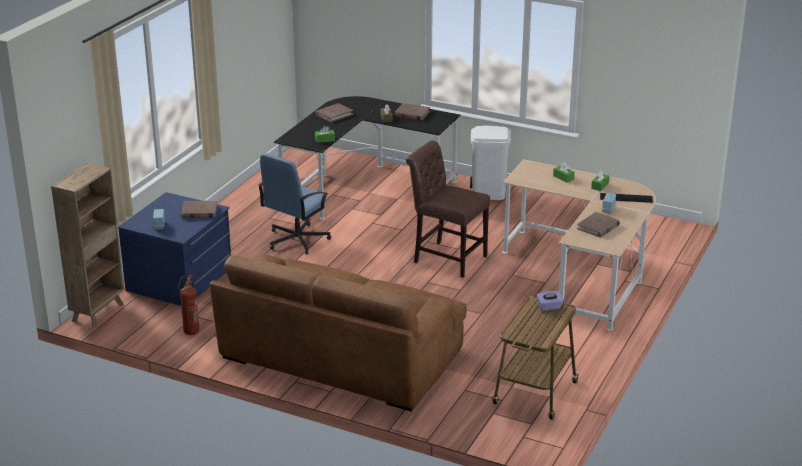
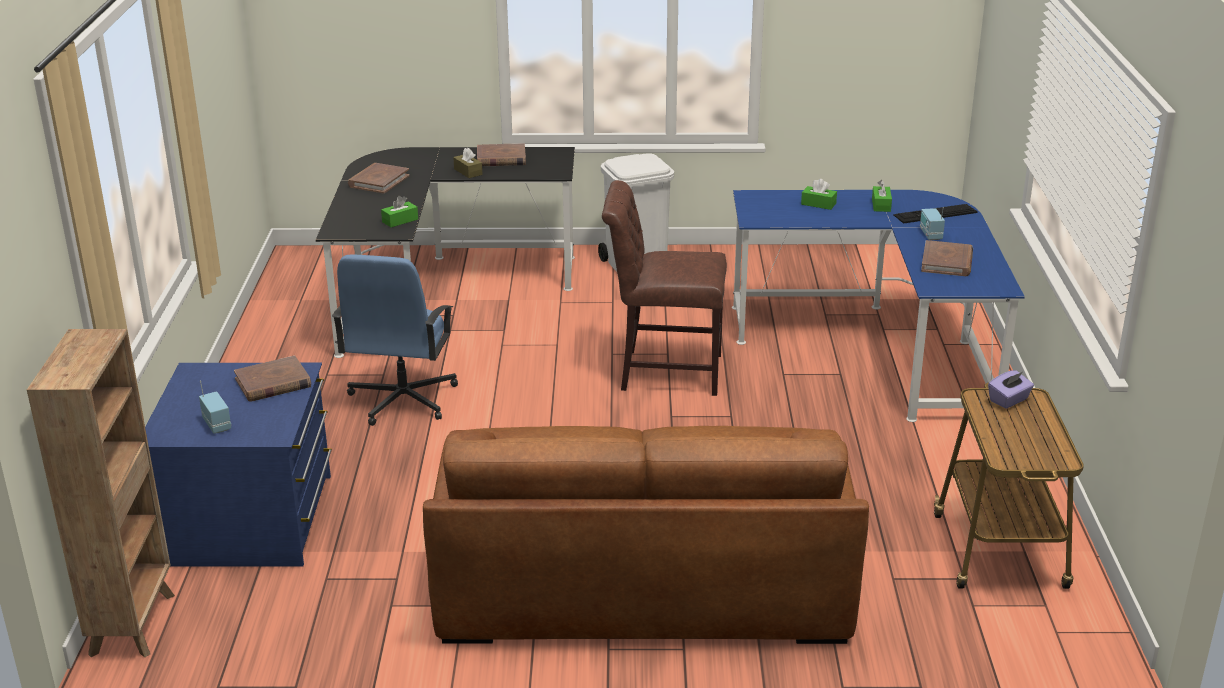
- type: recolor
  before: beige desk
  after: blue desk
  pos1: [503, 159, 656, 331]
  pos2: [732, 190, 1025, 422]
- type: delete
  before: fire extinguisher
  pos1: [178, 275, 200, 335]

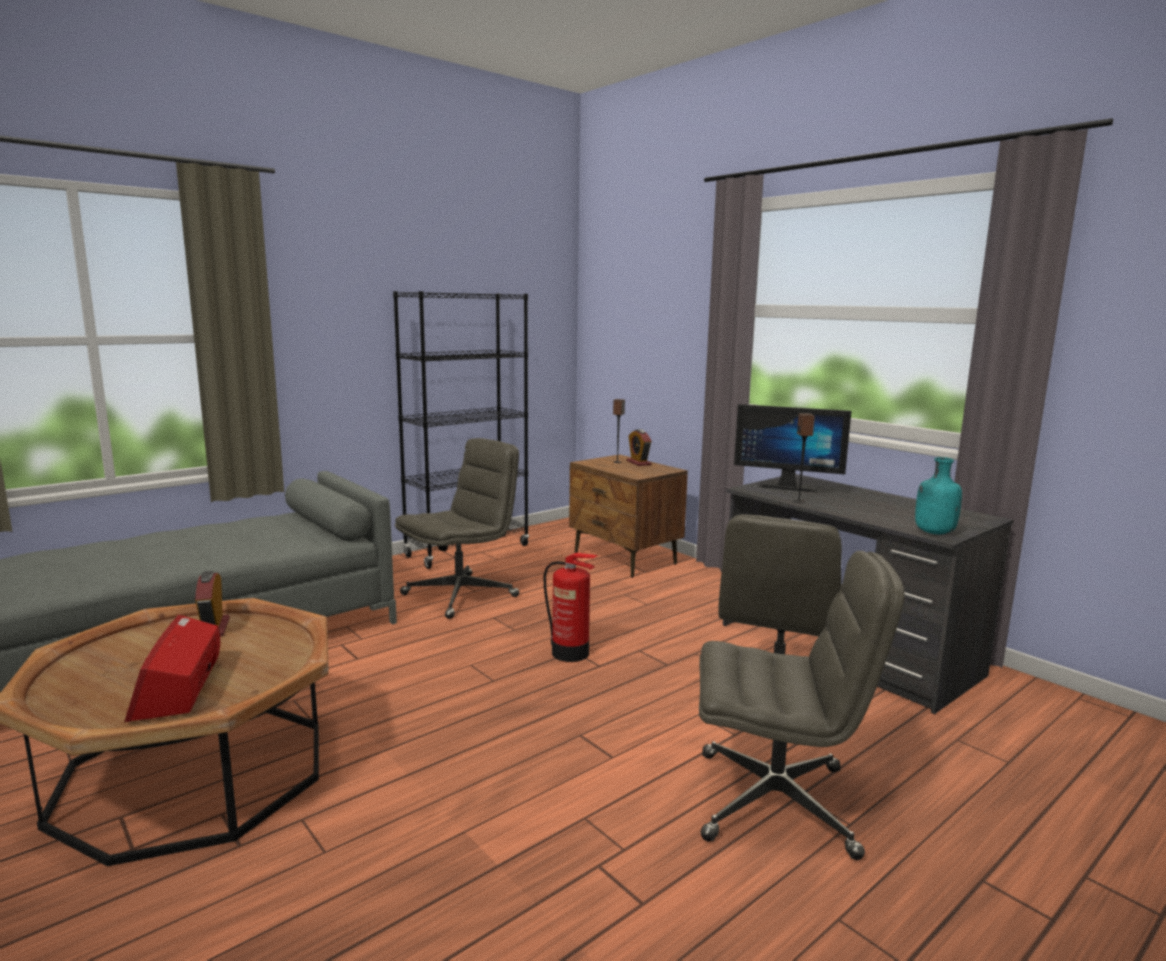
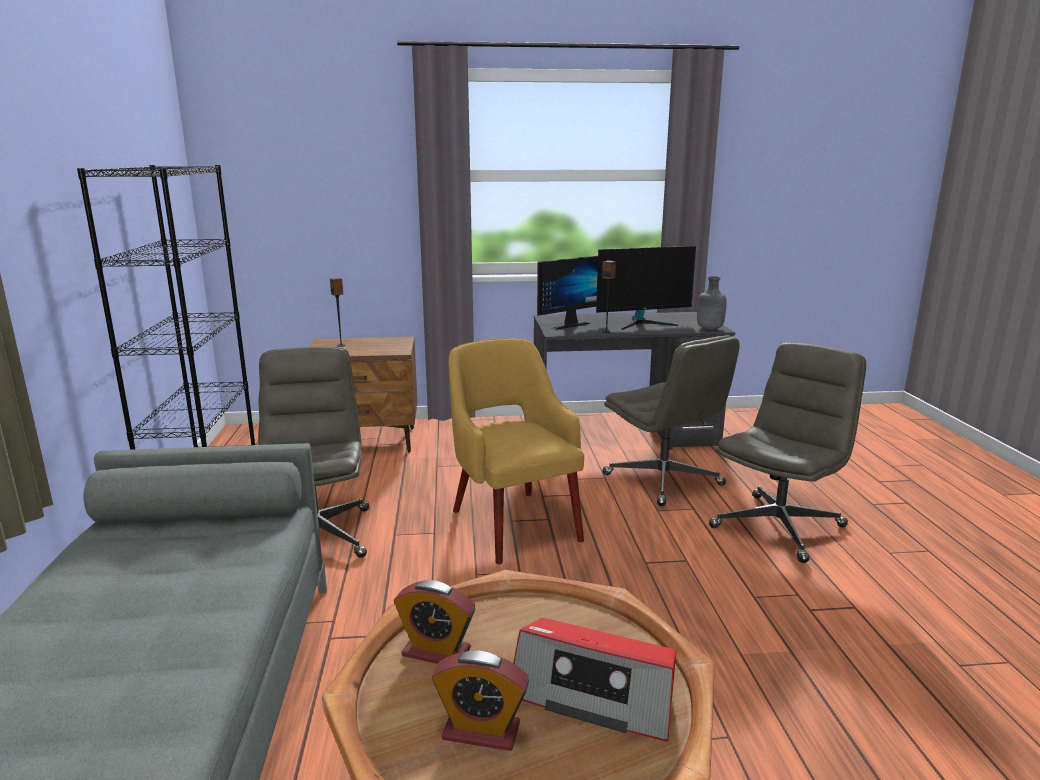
- type: move
  before: alarm clock
  pos1: [627, 429, 651, 466]
  pos2: [432, 651, 529, 751]
- type: replace
  before: fire extinguisher
  after: yellow armchair
  pos1: [544, 553, 598, 662]
  pos2: [449, 338, 584, 564]
- type: insert
  after: monitor
  pos2: [596, 246, 696, 330]
- type: recolor
  before: turquoise bottle
  after: grey bottle
  pos1: [915, 457, 962, 534]
  pos2: [697, 276, 726, 330]

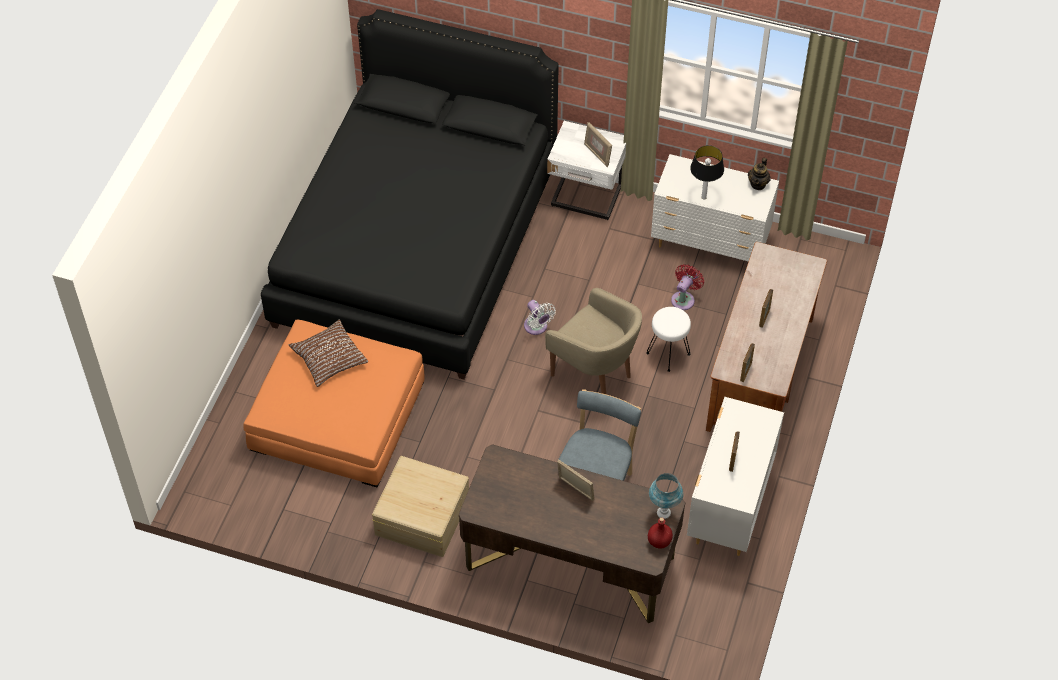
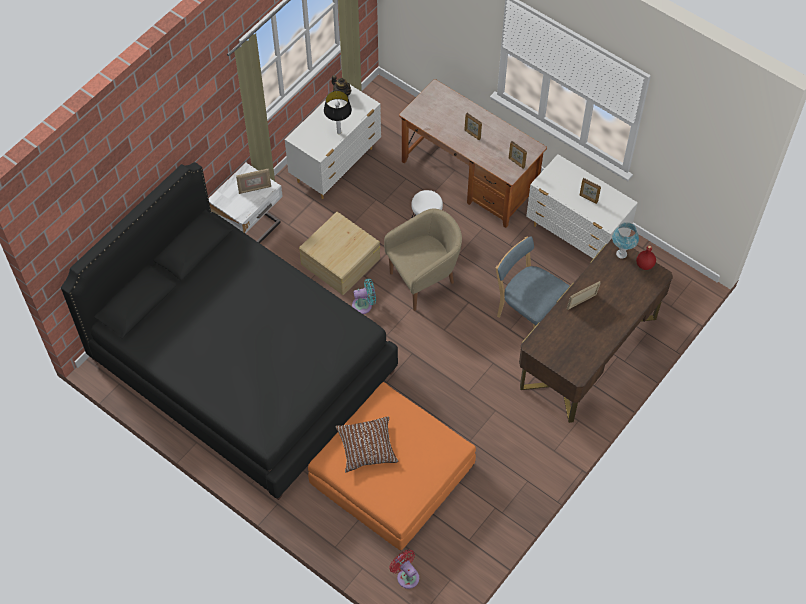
- type: move
  before: beige storage box
  pos1: [372, 456, 469, 557]
  pos2: [299, 212, 380, 295]
- type: recolor
  before: white fan
  after: turquoise fan
  pos1: [524, 300, 556, 335]
  pos2: [352, 279, 376, 314]
- type: move
  before: red fan
  pos1: [671, 264, 704, 310]
  pos2: [389, 550, 419, 589]

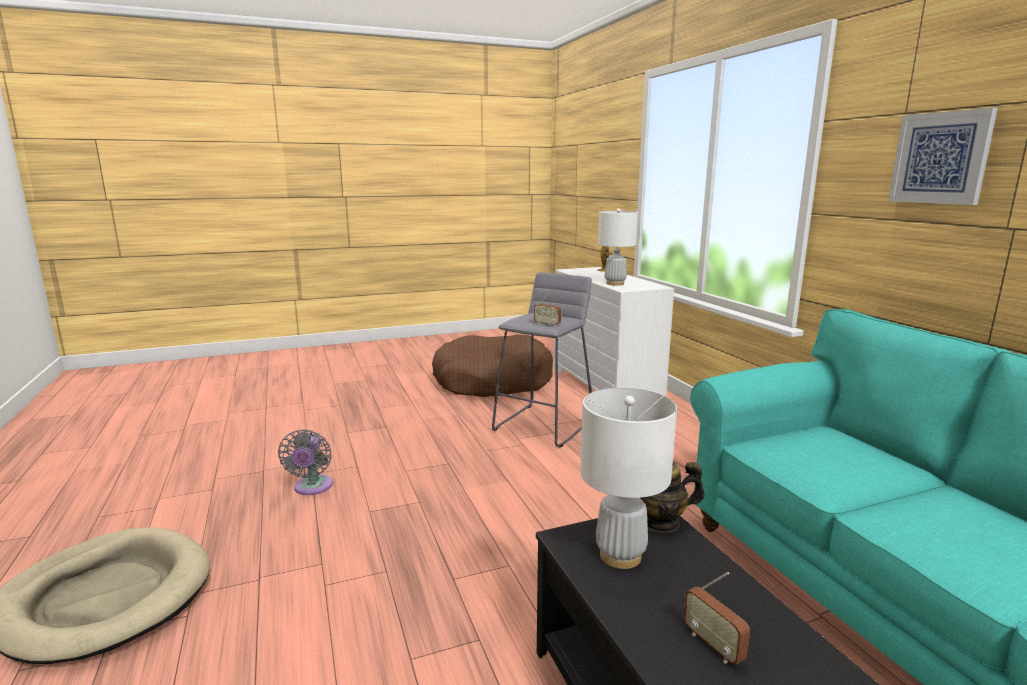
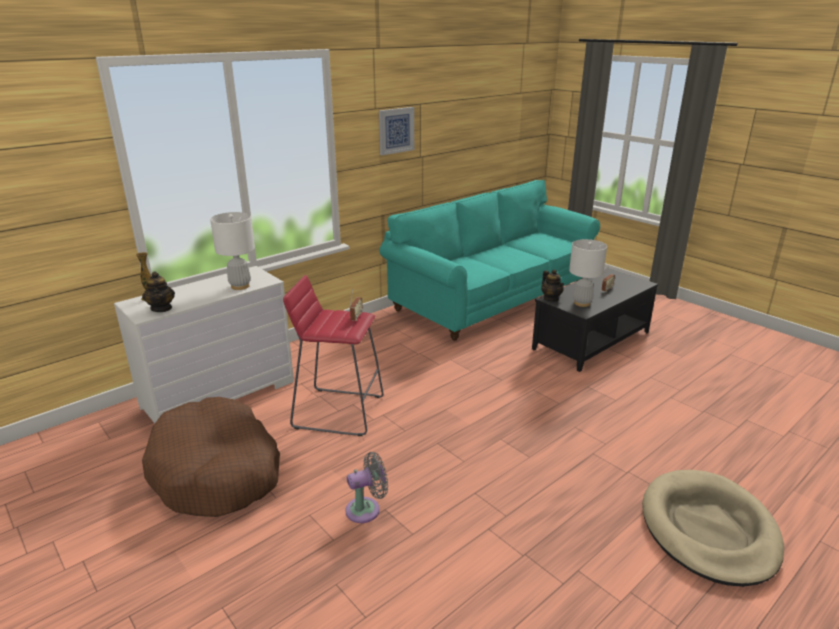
- type: insert
  after: teapot
  pos2: [142, 271, 175, 312]
- type: recolor
  before: grey stool
  after: red stool
  pos1: [492, 273, 592, 448]
  pos2: [283, 275, 384, 436]
- type: move
  before: grey fan
  pos1: [278, 429, 333, 495]
  pos2: [345, 452, 388, 523]

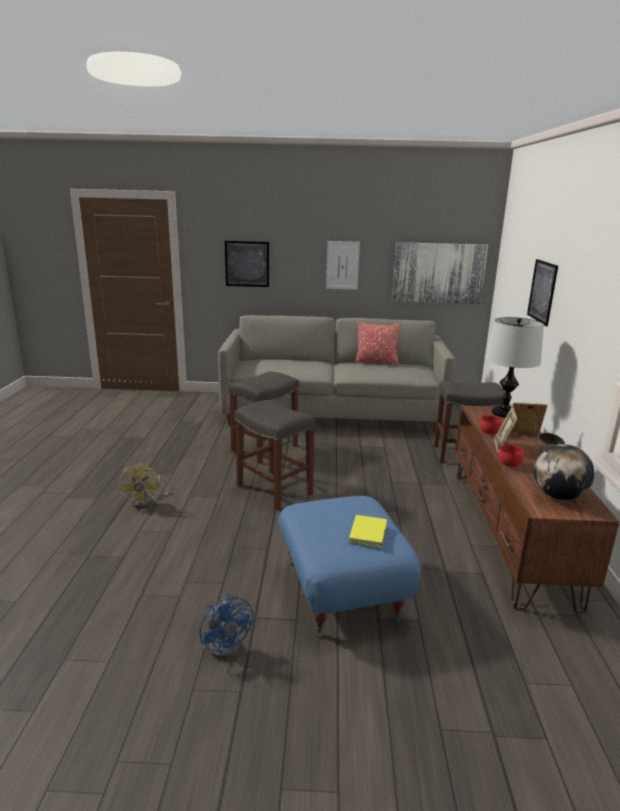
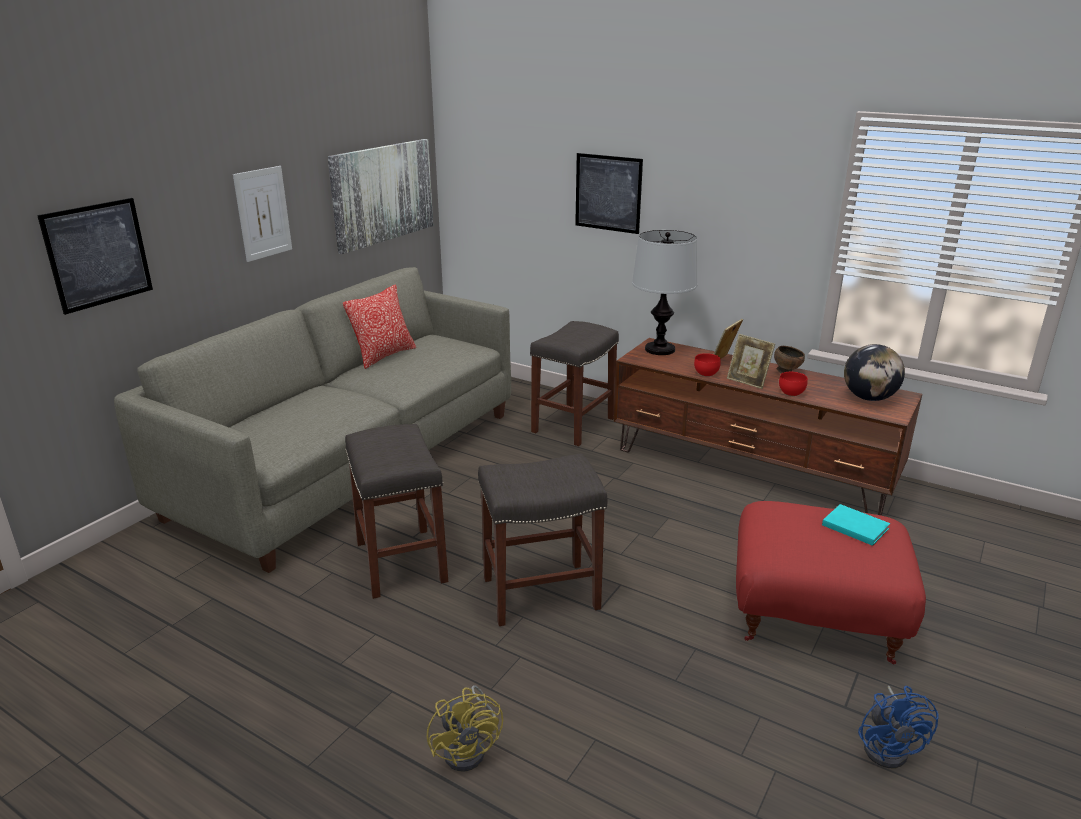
- type: rotate
  before: yellow fan
  pos1: [119, 463, 168, 508]
  pos2: [427, 685, 503, 772]
  turn: 45
- type: recolor
  before: blue ottoman
  after: red ottoman
  pos1: [279, 496, 421, 637]
  pos2: [736, 501, 926, 664]
- type: recolor
  before: yellow book
  after: turquoise book
  pos1: [349, 515, 387, 547]
  pos2: [822, 504, 890, 546]
- type: rotate
  before: blue fan
  pos1: [200, 594, 253, 659]
  pos2: [858, 686, 939, 768]
  turn: 90

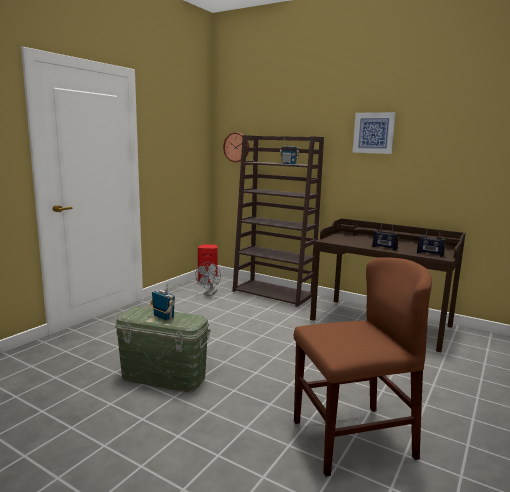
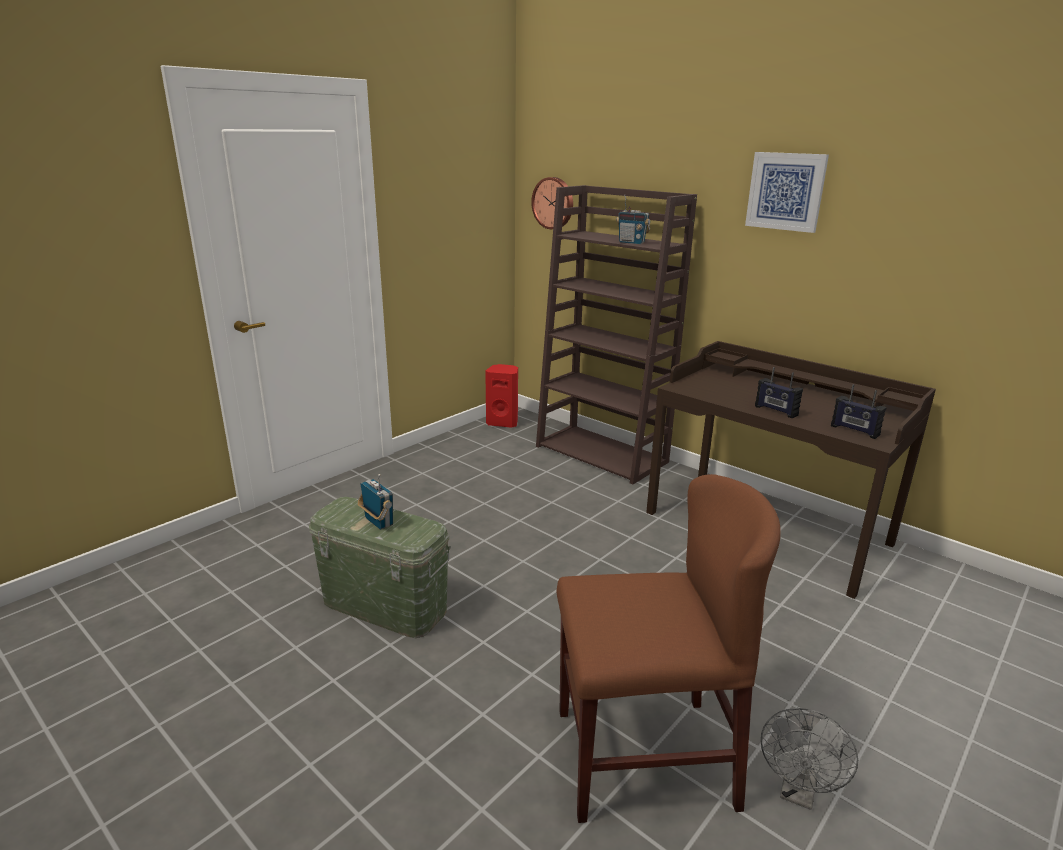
- type: move
  before: grey fan
  pos1: [195, 262, 221, 296]
  pos2: [761, 708, 858, 810]

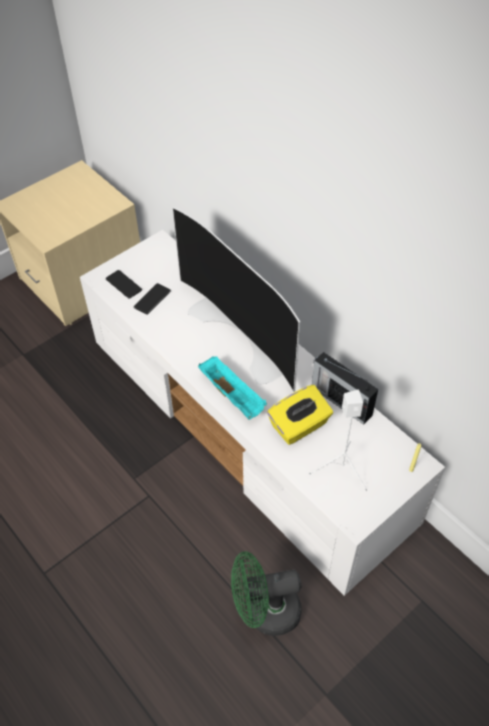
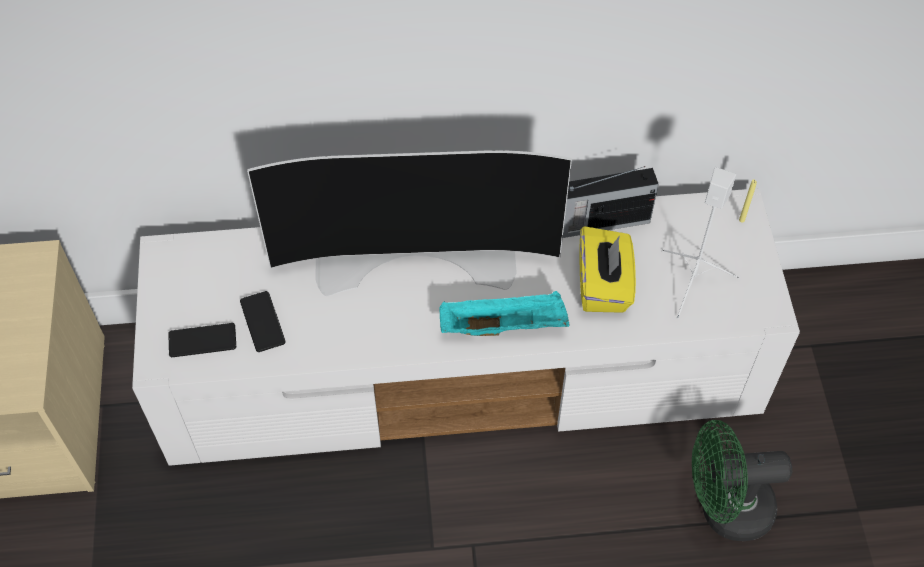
- type: rotate
  before: green fan
  pos1: [231, 551, 302, 636]
  pos2: [692, 420, 792, 541]
  turn: 60

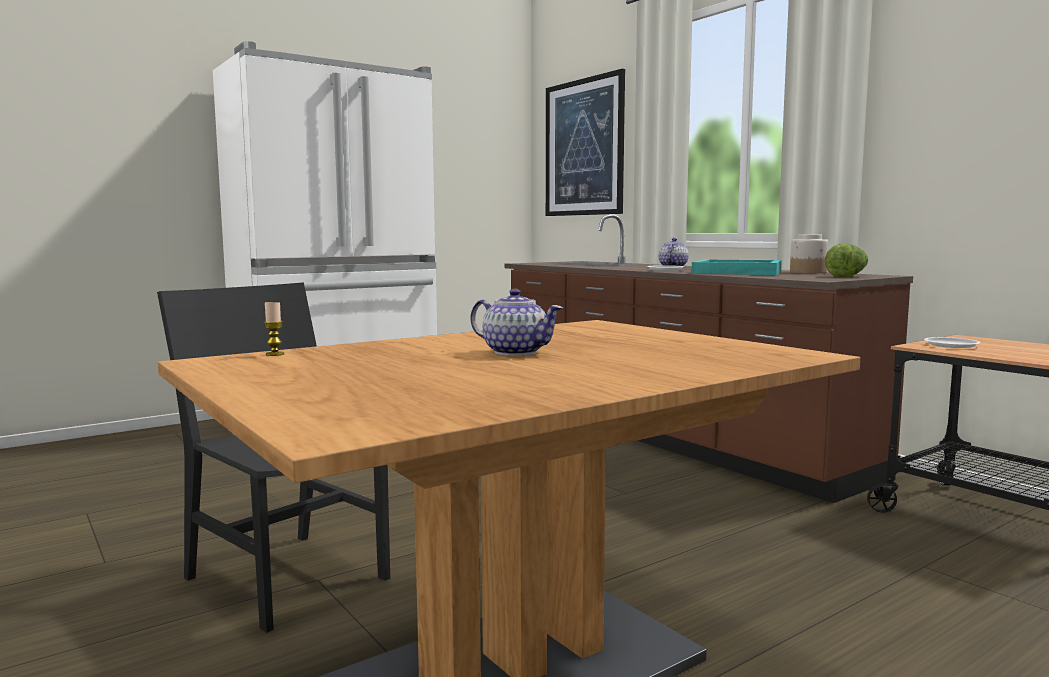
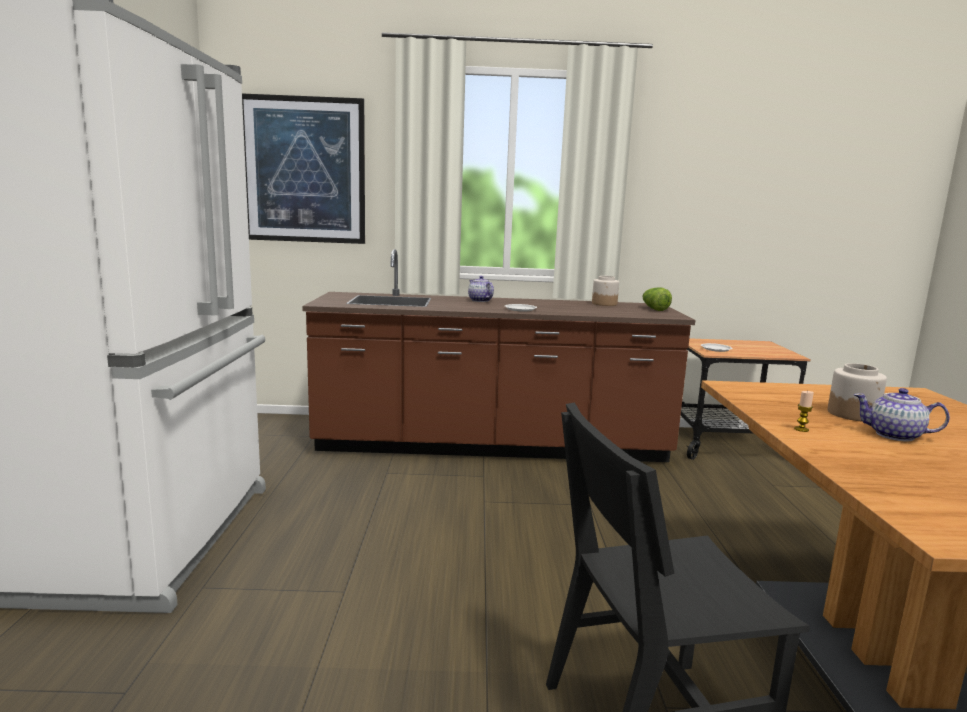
- type: move
  before: candle
  pos1: [264, 301, 284, 356]
  pos2: [794, 391, 814, 432]
- type: insert
  after: jar
  pos2: [828, 363, 887, 421]
- type: rotate
  before: teapot
  pos1: [470, 289, 563, 356]
  pos2: [853, 388, 950, 442]
  turn: -135
- type: delete
  before: turquoise tray
  pos1: [691, 259, 782, 275]

